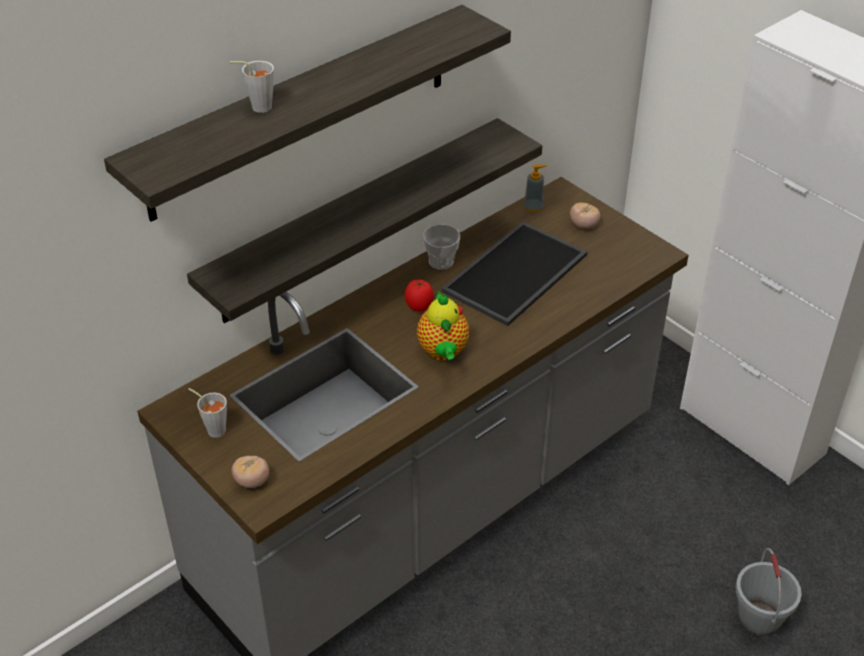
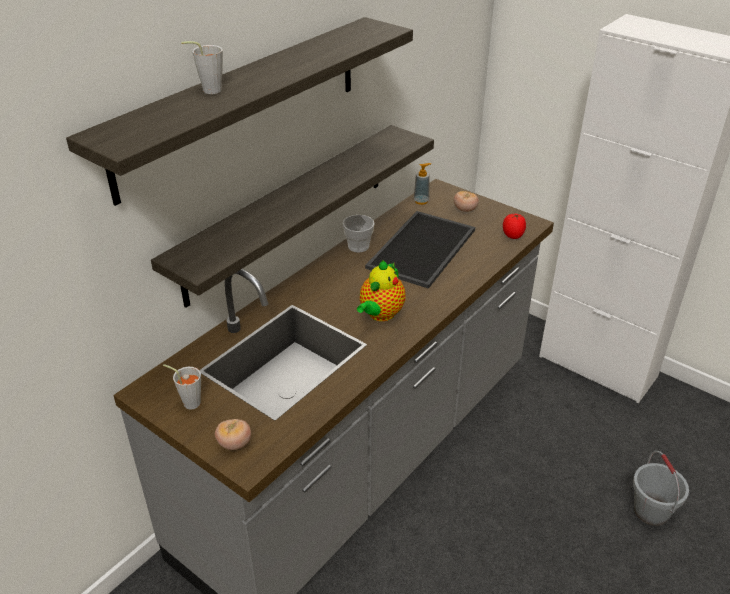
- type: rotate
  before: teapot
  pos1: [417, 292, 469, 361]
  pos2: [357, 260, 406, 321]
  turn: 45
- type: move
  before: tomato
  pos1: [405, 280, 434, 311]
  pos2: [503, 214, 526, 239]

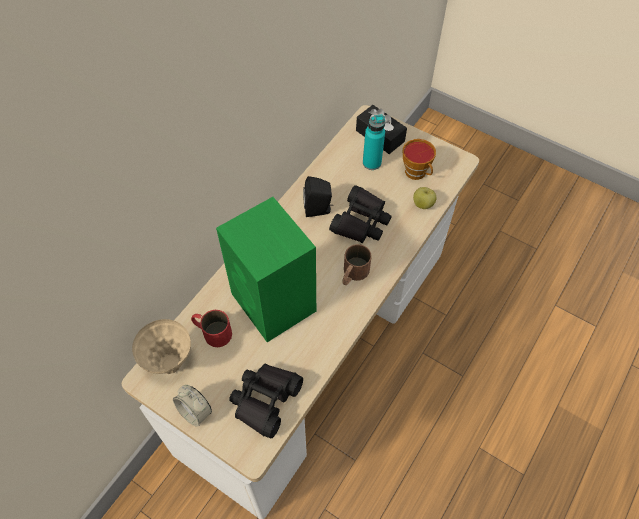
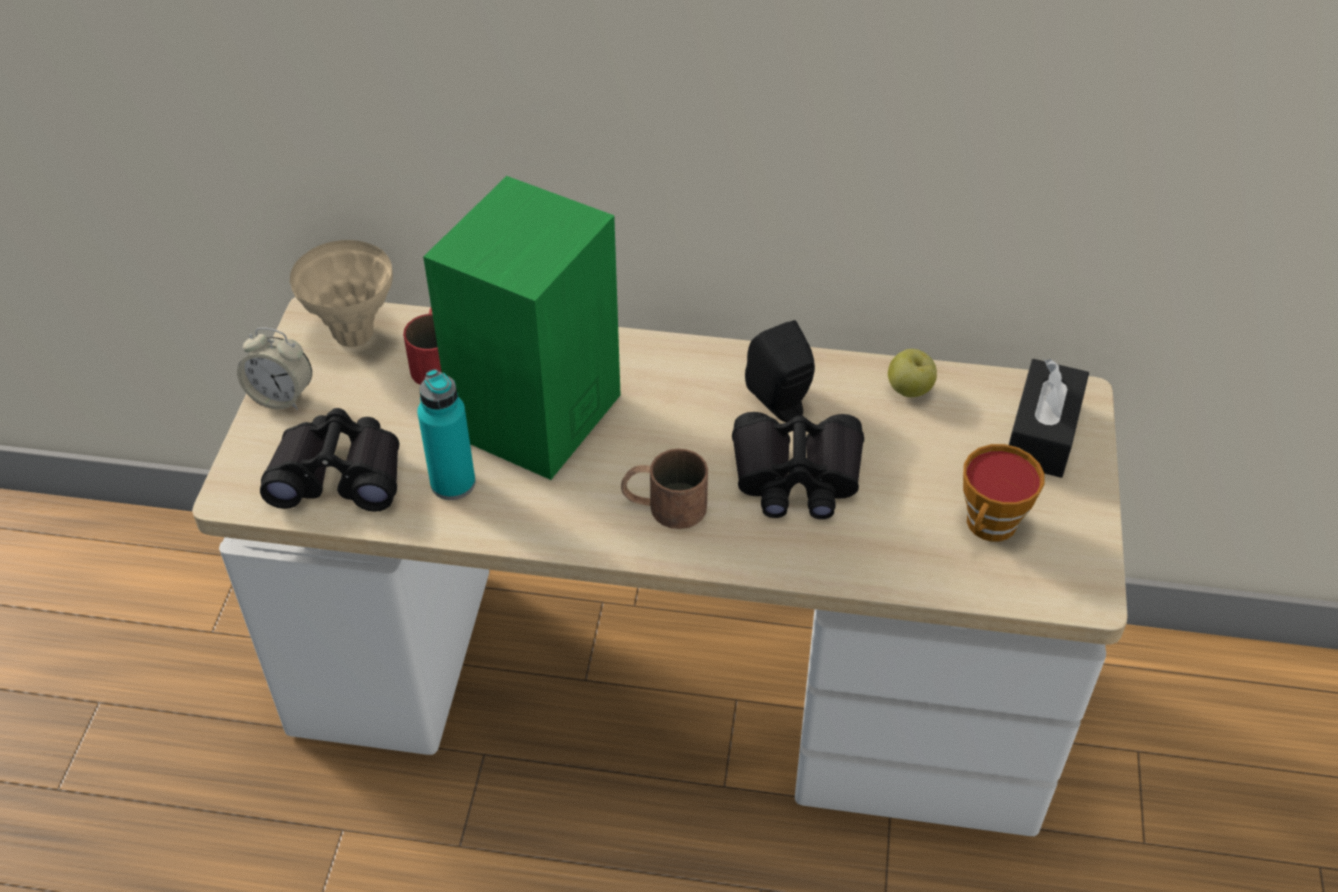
- type: rotate
  before: alarm clock
  pos1: [173, 385, 212, 427]
  pos2: [237, 328, 312, 410]
  turn: -90
- type: move
  before: turquoise bottle
  pos1: [363, 115, 385, 170]
  pos2: [417, 369, 475, 500]
- type: move
  before: apple
  pos1: [413, 187, 437, 209]
  pos2: [888, 349, 937, 397]

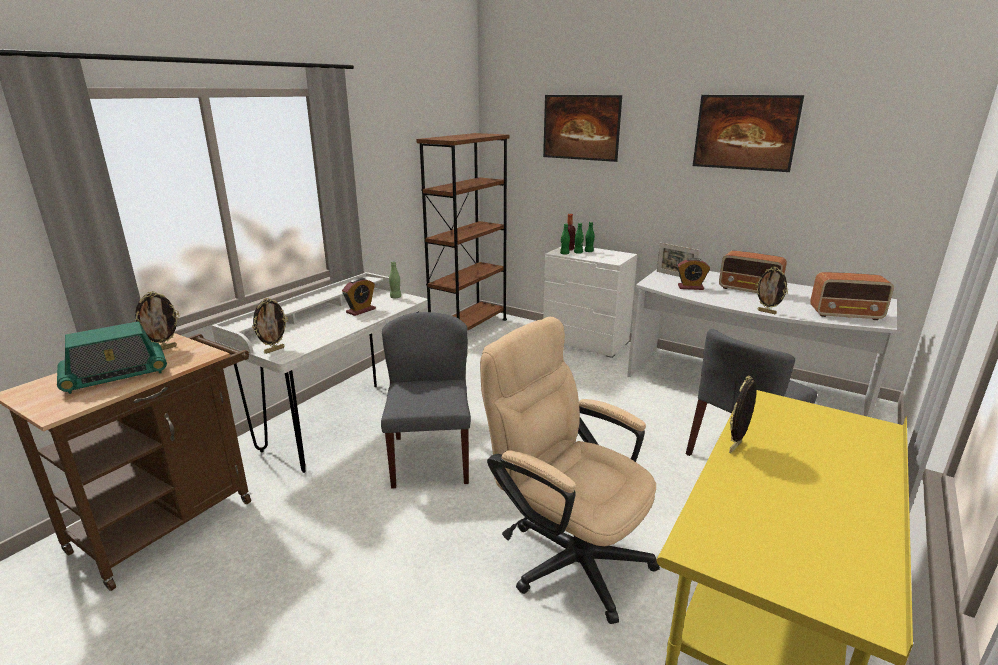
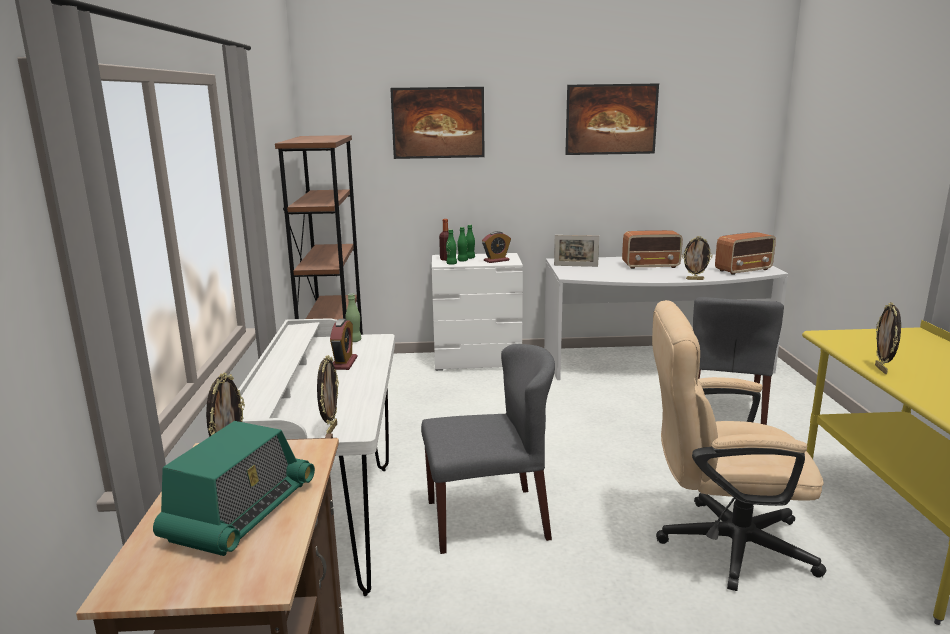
- type: rotate
  before: grey chair
  pos1: [381, 312, 471, 489]
  pos2: [421, 344, 555, 554]
  turn: 120
- type: move
  before: alarm clock
  pos1: [677, 258, 710, 290]
  pos2: [482, 231, 511, 263]

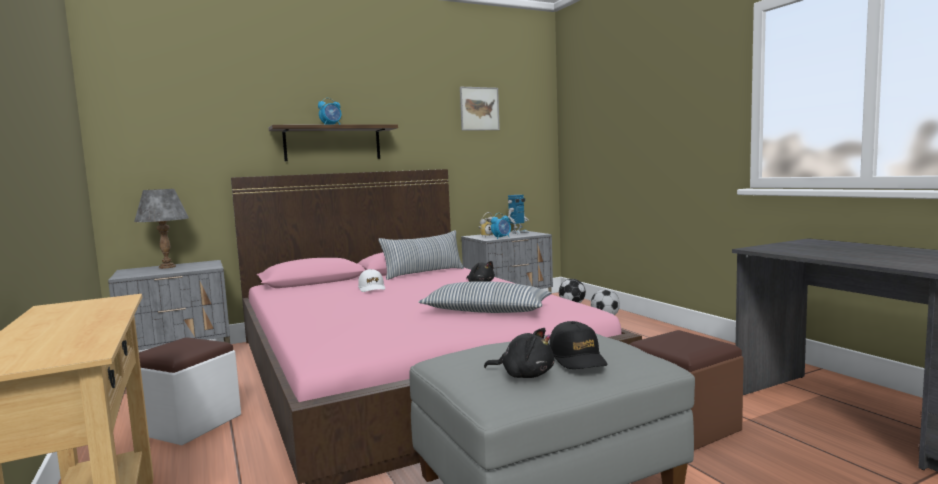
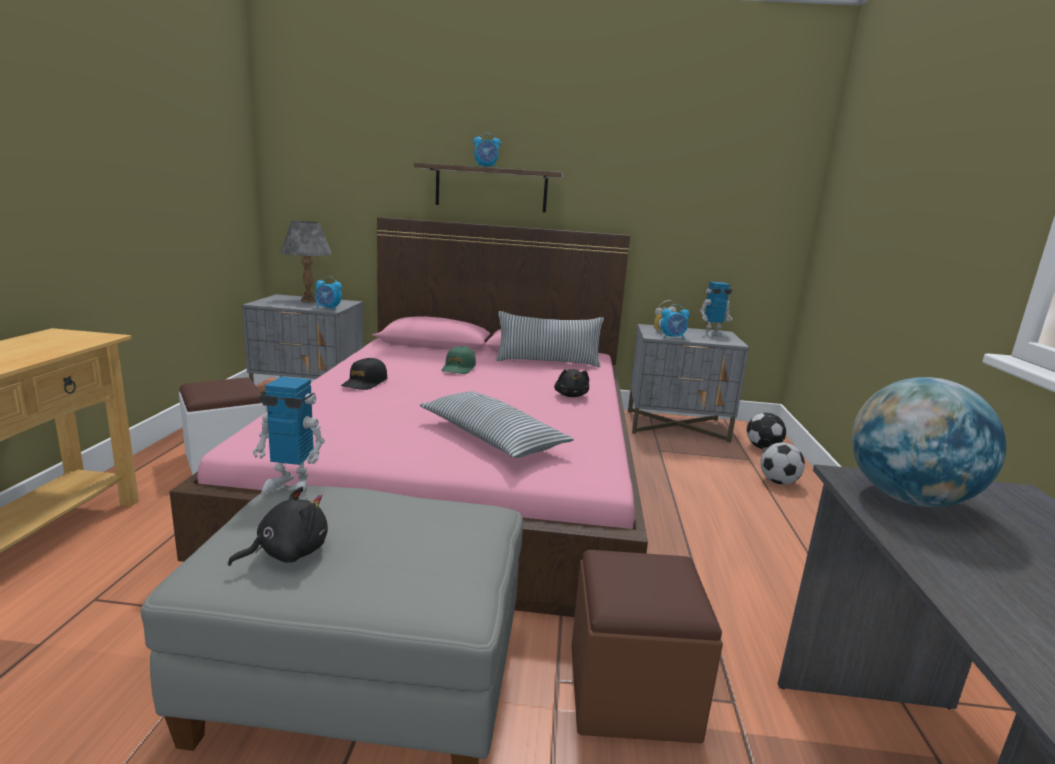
- type: rotate
  before: black plush toy
  pos1: [484, 328, 554, 378]
  pos2: [228, 487, 328, 566]
  turn: -90
- type: insert
  after: toy robot
  pos2: [253, 376, 325, 497]
- type: insert
  after: alarm clock
  pos2: [315, 276, 342, 310]
- type: move
  before: black cap
  pos1: [549, 321, 607, 369]
  pos2: [341, 358, 387, 390]
- type: recolor
  before: white cap
  after: green cap
  pos1: [358, 269, 385, 292]
  pos2: [441, 346, 476, 374]
- type: insert
  after: globe
  pos2: [851, 377, 1006, 507]
- type: delete
  before: picture
  pos1: [460, 87, 500, 131]

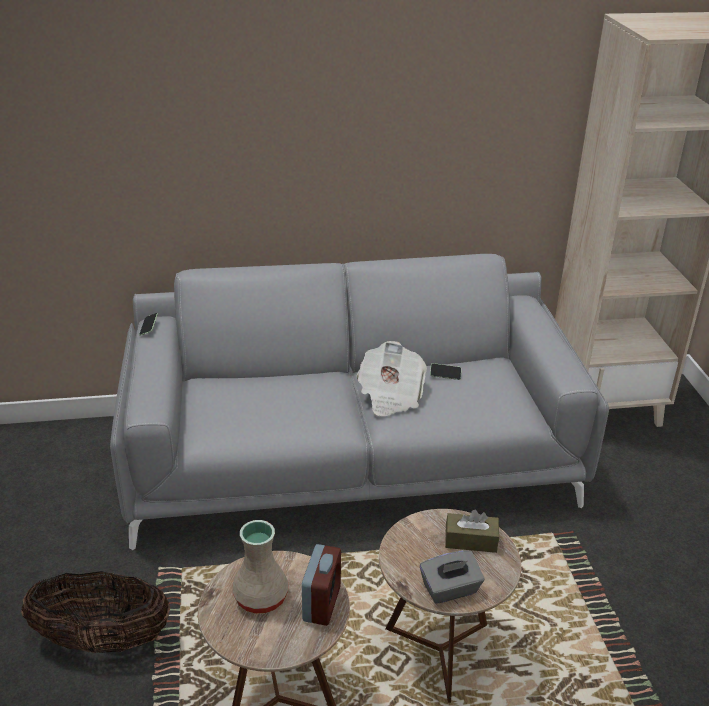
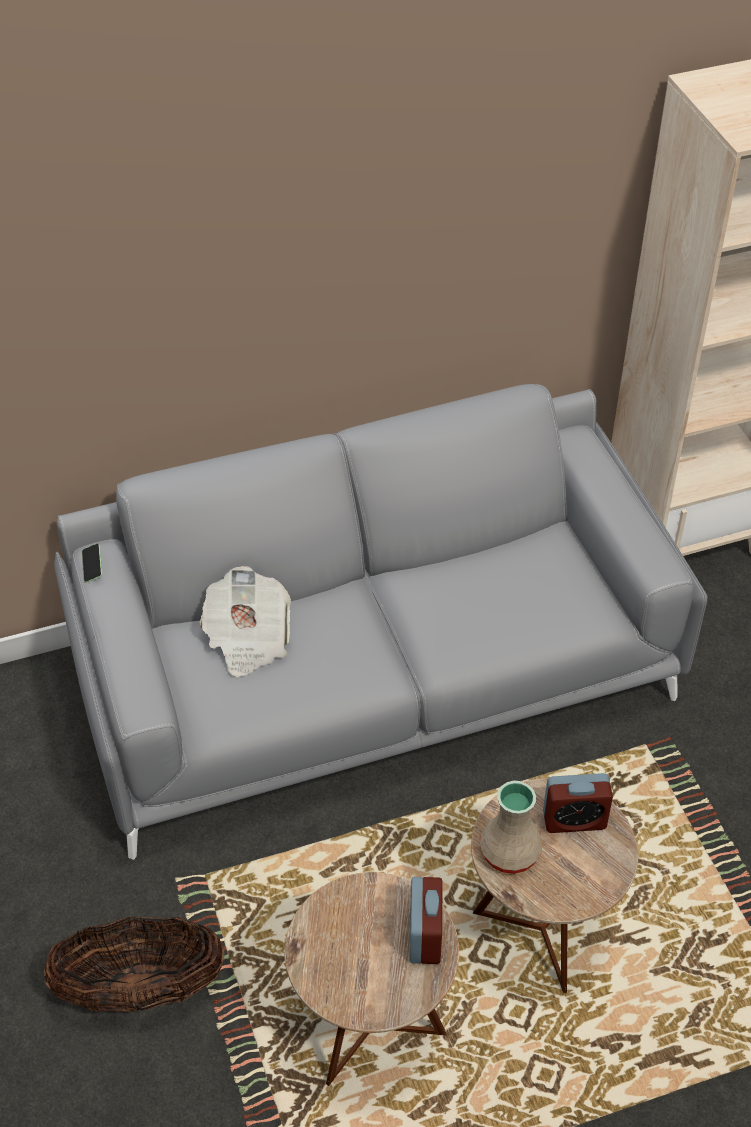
- type: move
  before: newspaper
  pos1: [357, 341, 427, 416]
  pos2: [200, 566, 291, 677]
- type: move
  before: beige vase
  pos1: [232, 520, 288, 613]
  pos2: [480, 781, 542, 874]
- type: replace
  before: brown tissue box
  after: alarm clock
  pos1: [445, 510, 499, 553]
  pos2: [543, 773, 613, 833]
- type: delete
  before: grey tissue box
  pos1: [420, 550, 484, 604]
- type: delete
  before: phone
  pos1: [430, 363, 462, 380]

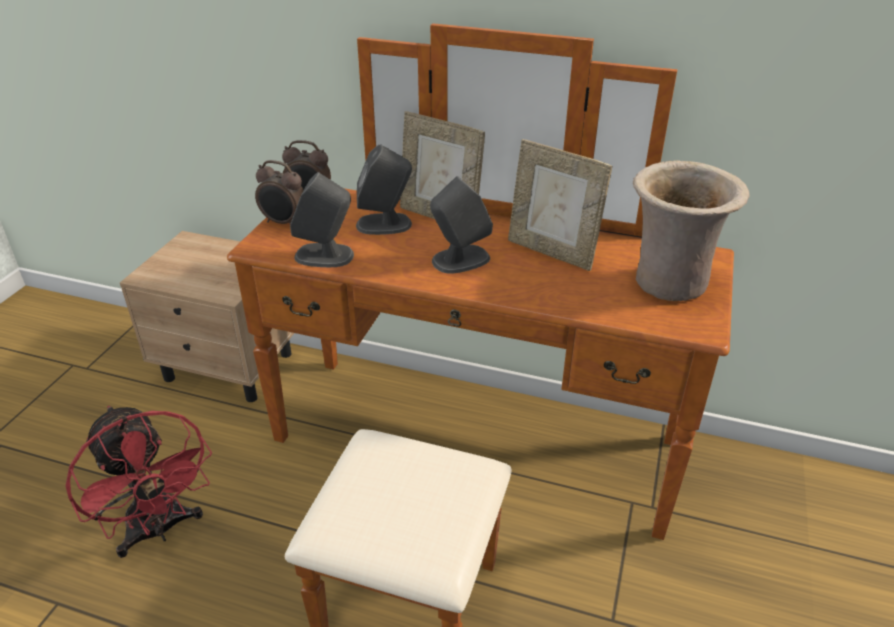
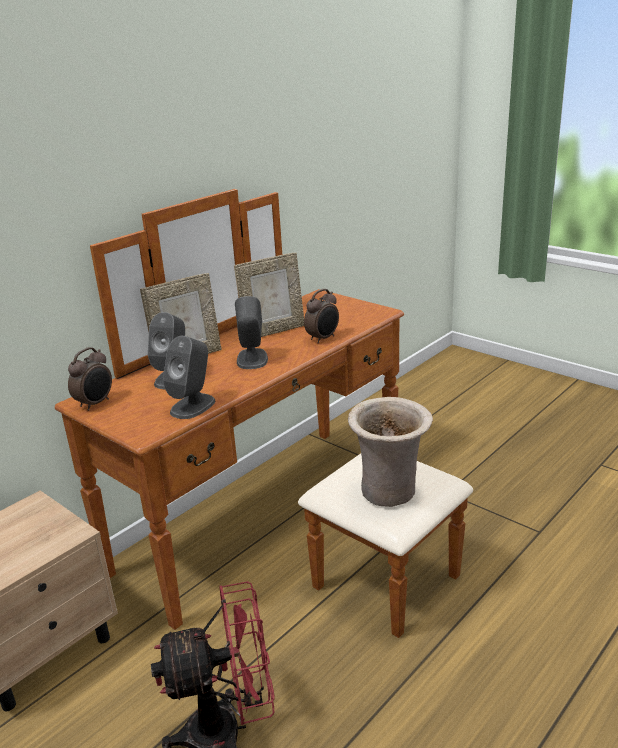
- type: move
  before: alarm clock
  pos1: [255, 160, 303, 224]
  pos2: [304, 289, 339, 343]
- type: move
  before: beige vase
  pos1: [633, 160, 749, 301]
  pos2: [348, 397, 433, 507]

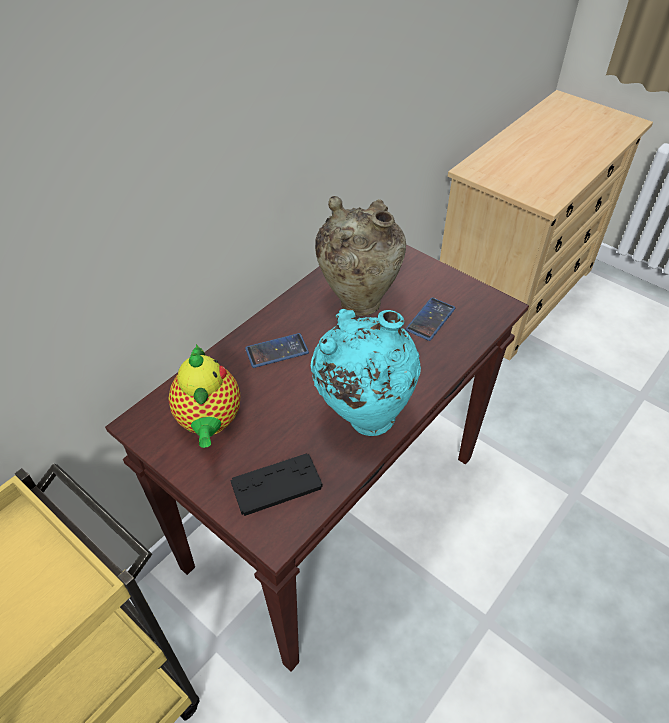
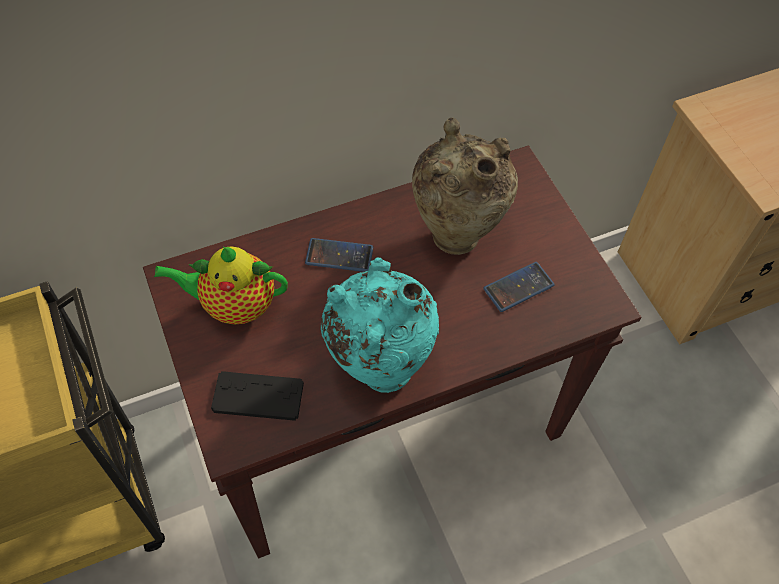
- type: rotate
  before: teapot
  pos1: [168, 344, 240, 448]
  pos2: [154, 246, 288, 325]
  turn: 75

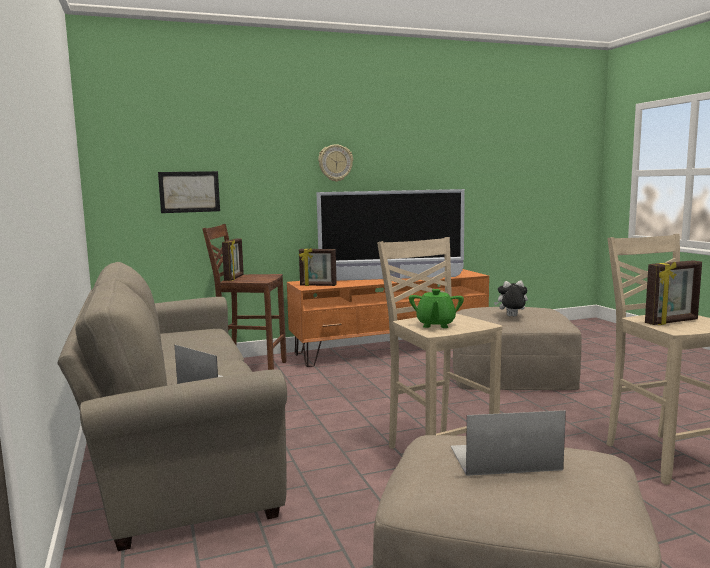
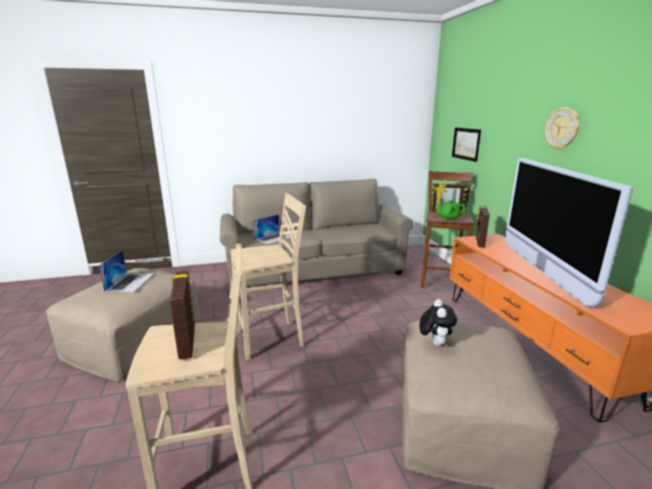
- type: move
  before: green teapot
  pos1: [409, 289, 464, 328]
  pos2: [435, 200, 466, 221]

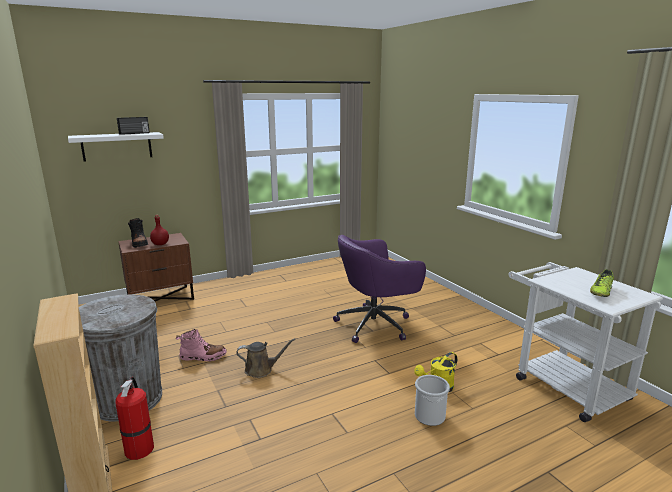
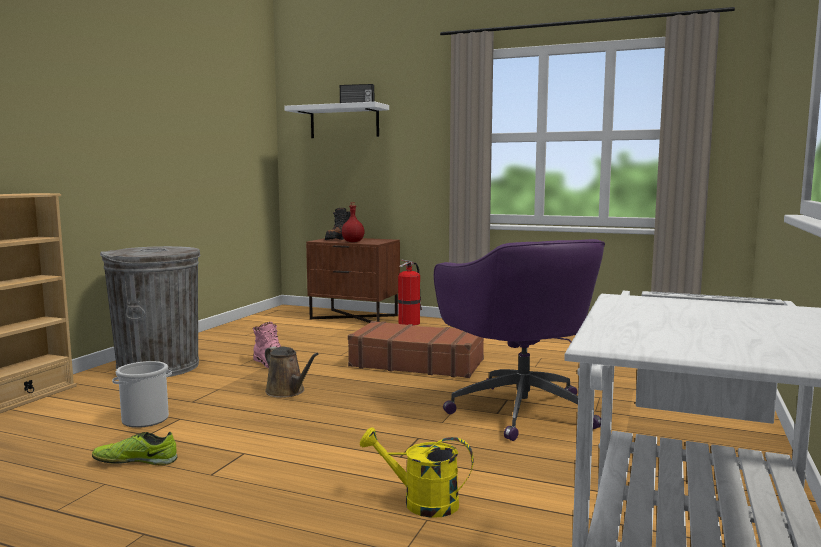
- type: move
  before: shoe
  pos1: [590, 269, 614, 297]
  pos2: [92, 432, 177, 465]
- type: move
  before: bucket
  pos1: [415, 375, 450, 426]
  pos2: [112, 361, 172, 428]
- type: insert
  after: brown suitcase
  pos2: [348, 321, 484, 378]
- type: move
  before: fire extinguisher
  pos1: [115, 377, 154, 460]
  pos2: [398, 259, 422, 326]
- type: rotate
  before: purple office chair
  pos1: [333, 235, 426, 343]
  pos2: [434, 239, 605, 441]
  turn: -135

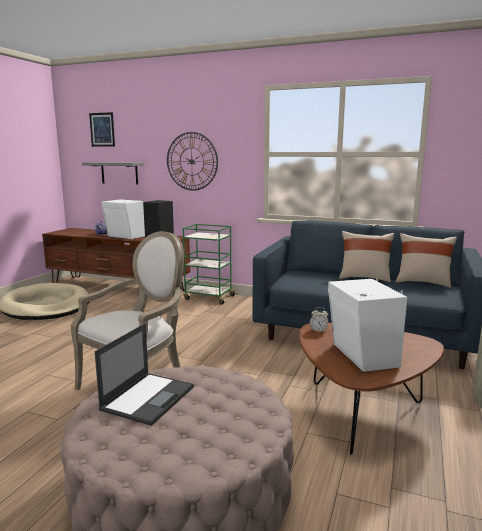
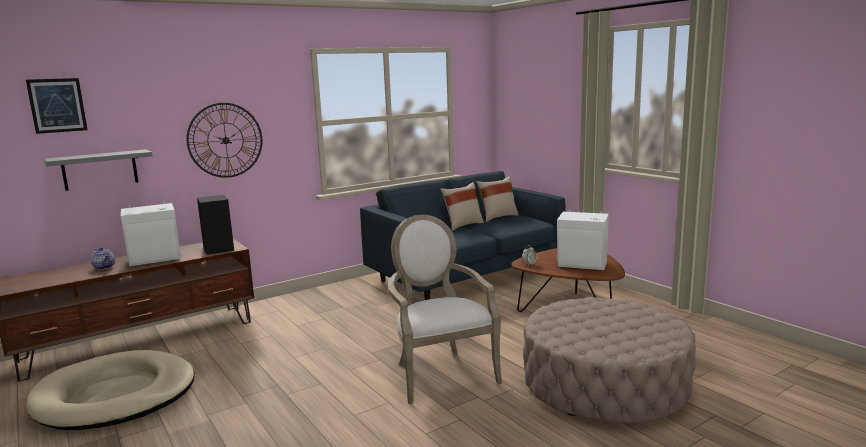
- type: delete
  before: laptop
  pos1: [95, 324, 194, 426]
- type: delete
  before: green cart
  pos1: [183, 224, 237, 305]

